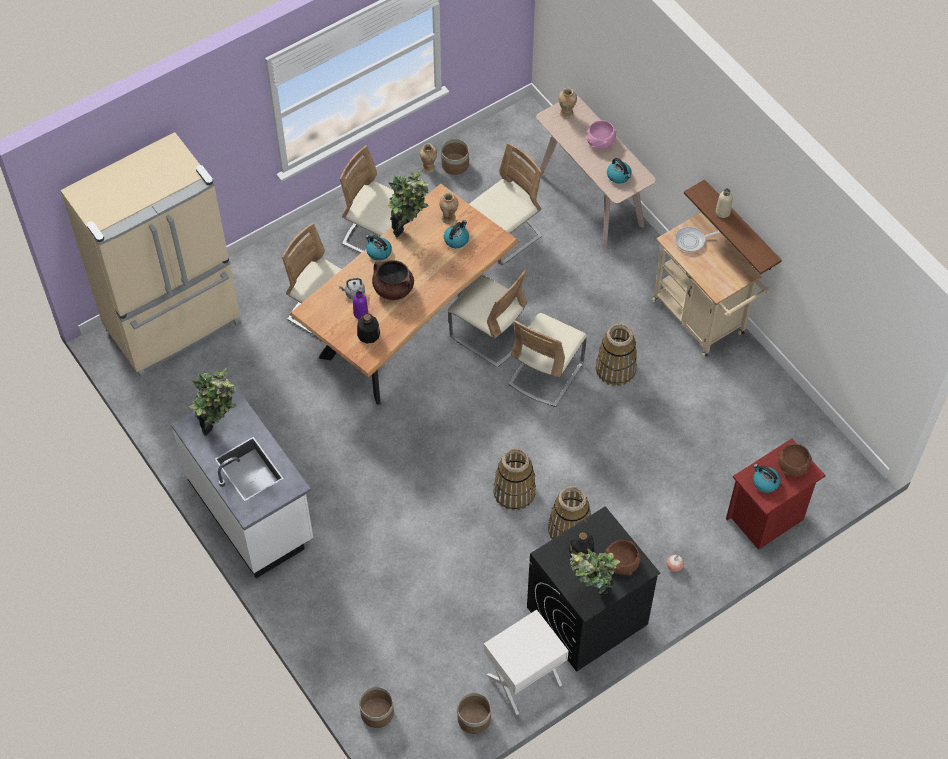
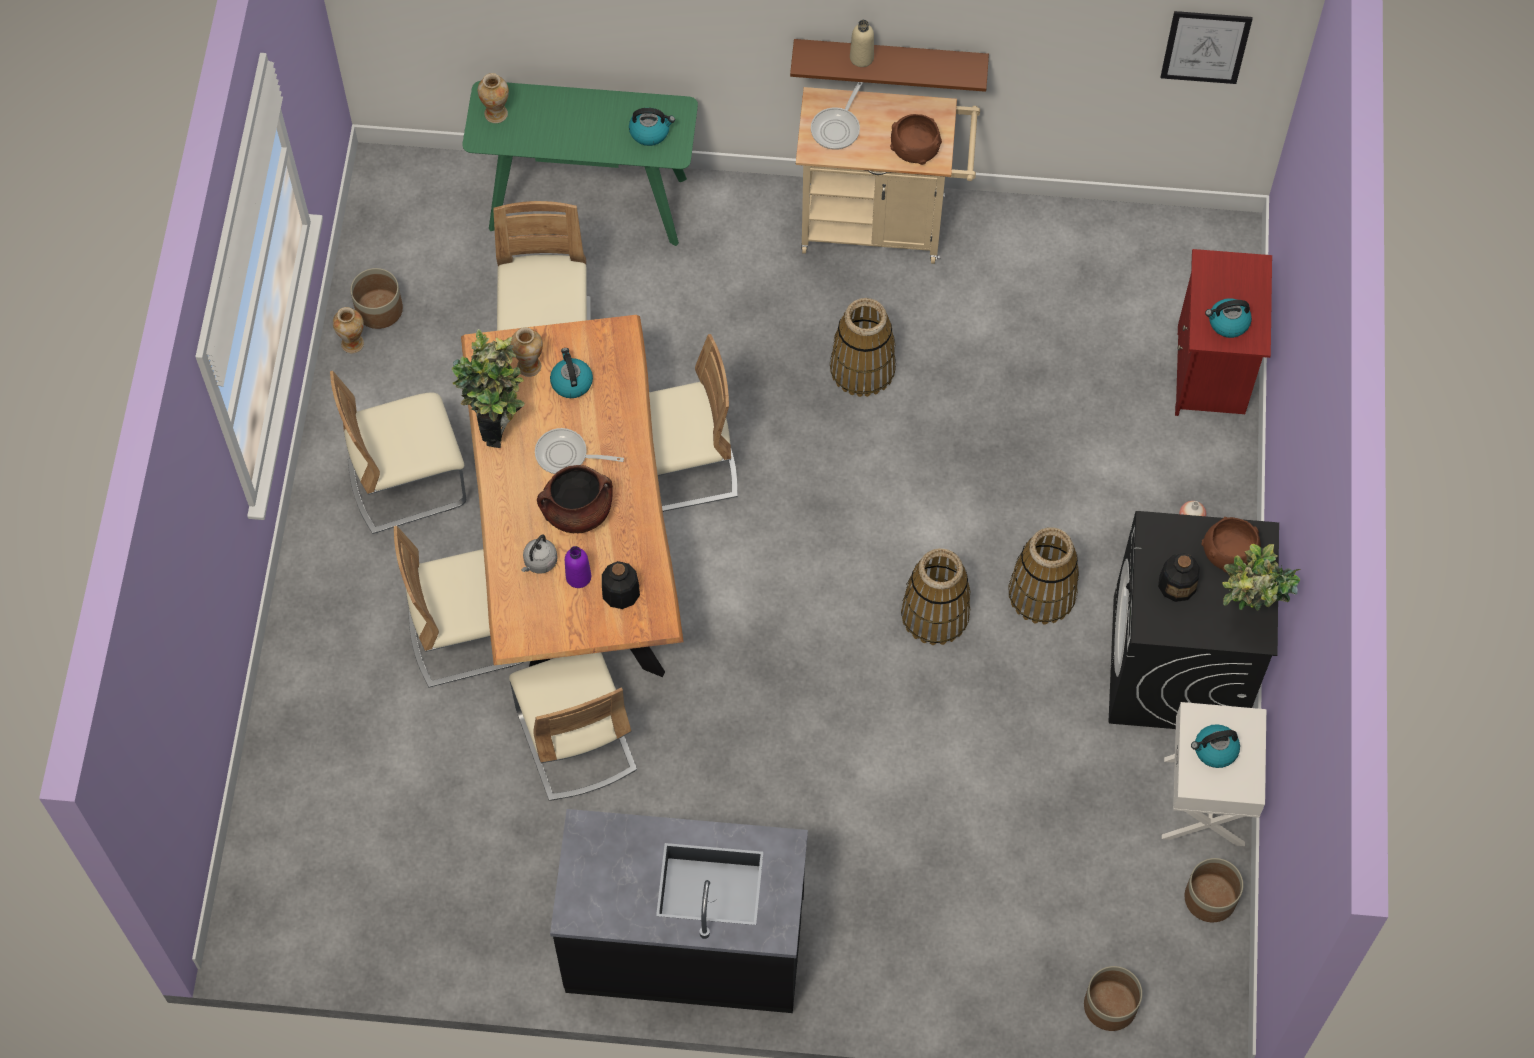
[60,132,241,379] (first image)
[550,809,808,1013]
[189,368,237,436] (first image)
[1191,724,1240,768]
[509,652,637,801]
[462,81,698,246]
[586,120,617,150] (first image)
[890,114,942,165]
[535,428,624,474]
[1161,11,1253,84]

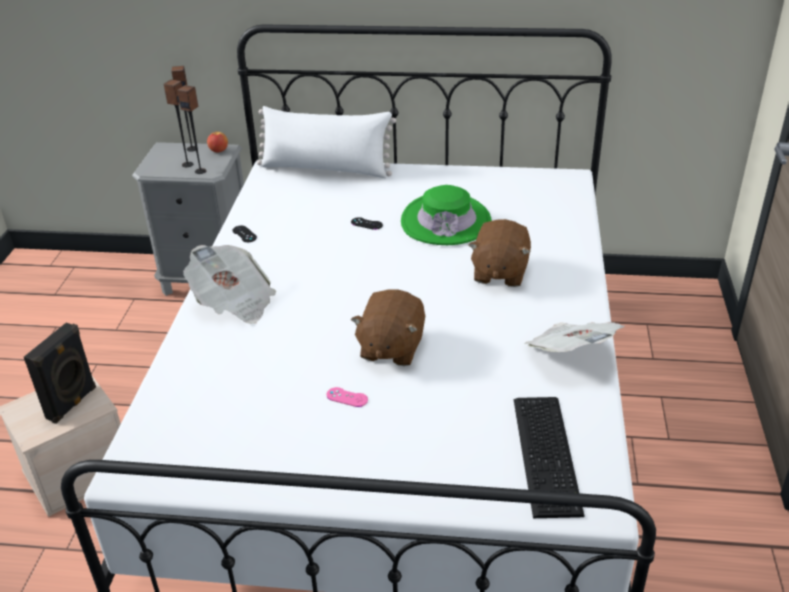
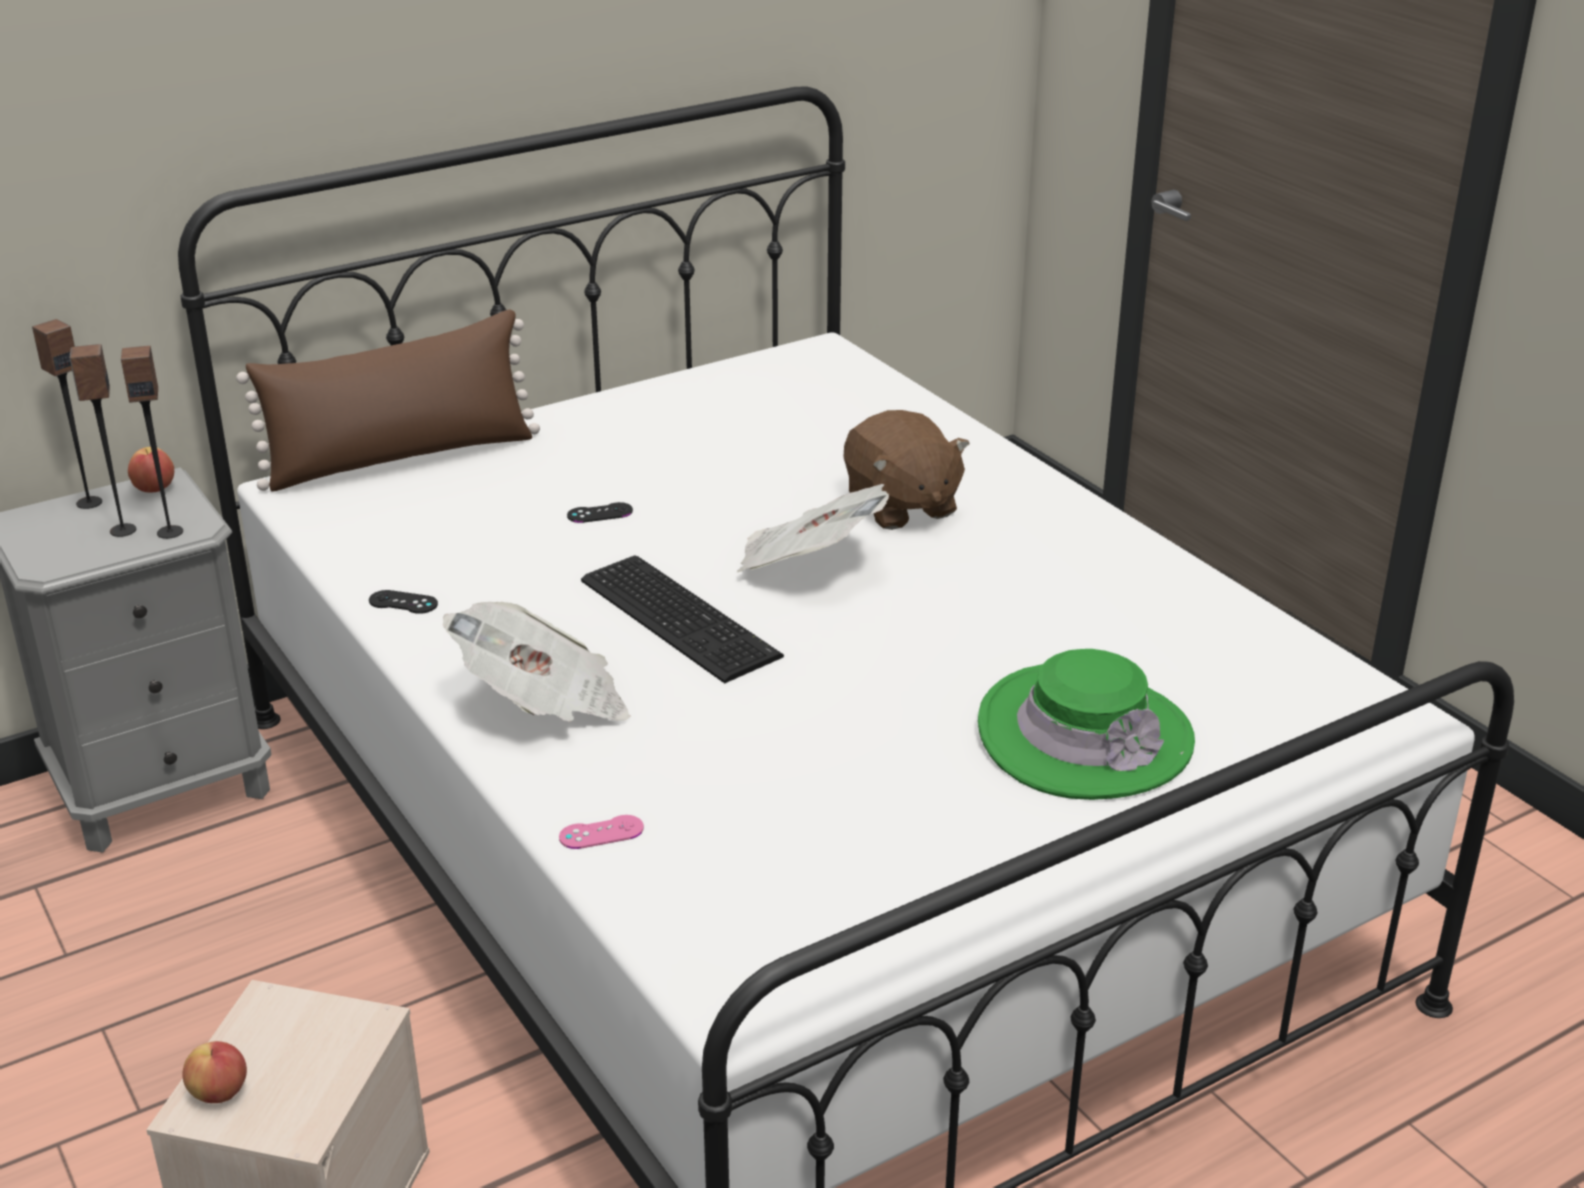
[24,323,96,424] (first image)
[236,310,540,492]
[559,815,644,849]
[351,289,425,366] (first image)
[978,649,1195,800]
[581,555,784,683]
[737,484,889,572]
[182,1041,247,1103]

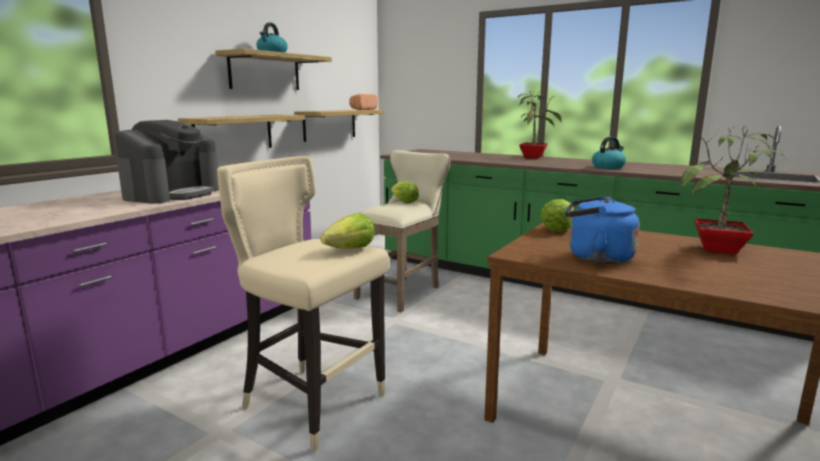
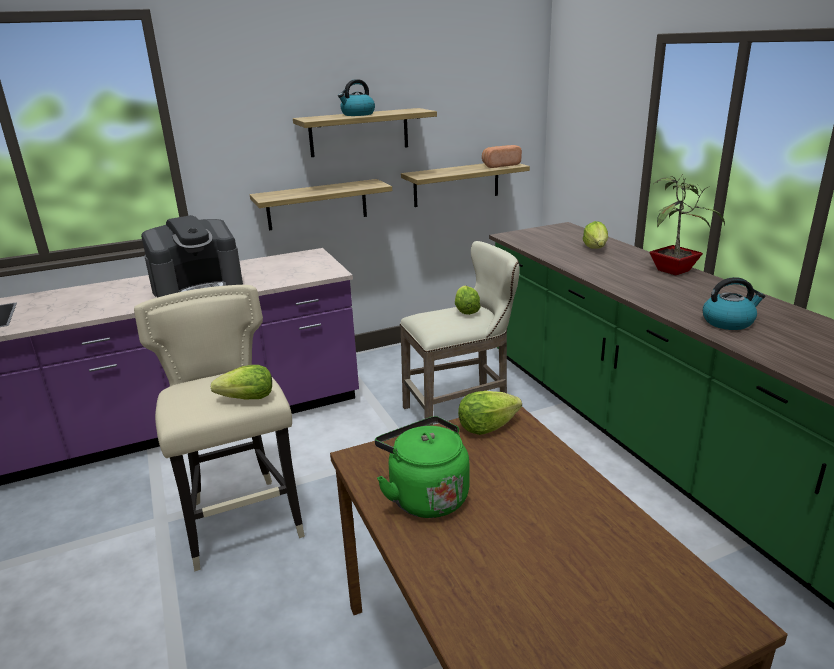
[375,416,469,518]
[680,127,786,254] (first image)
[583,221,608,249]

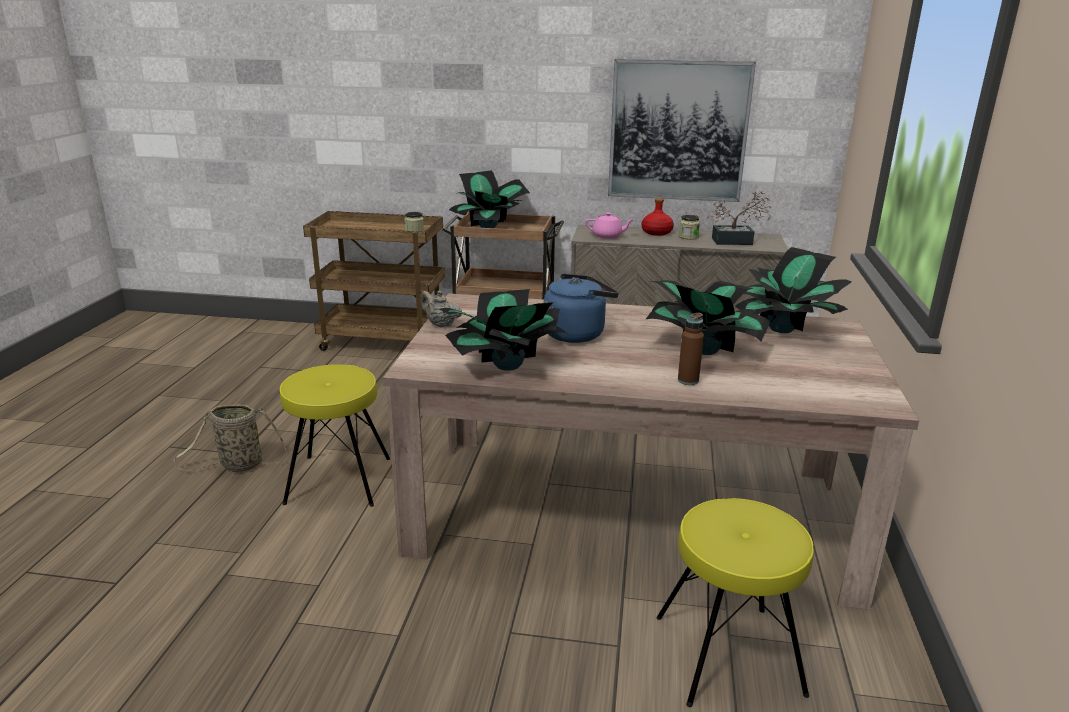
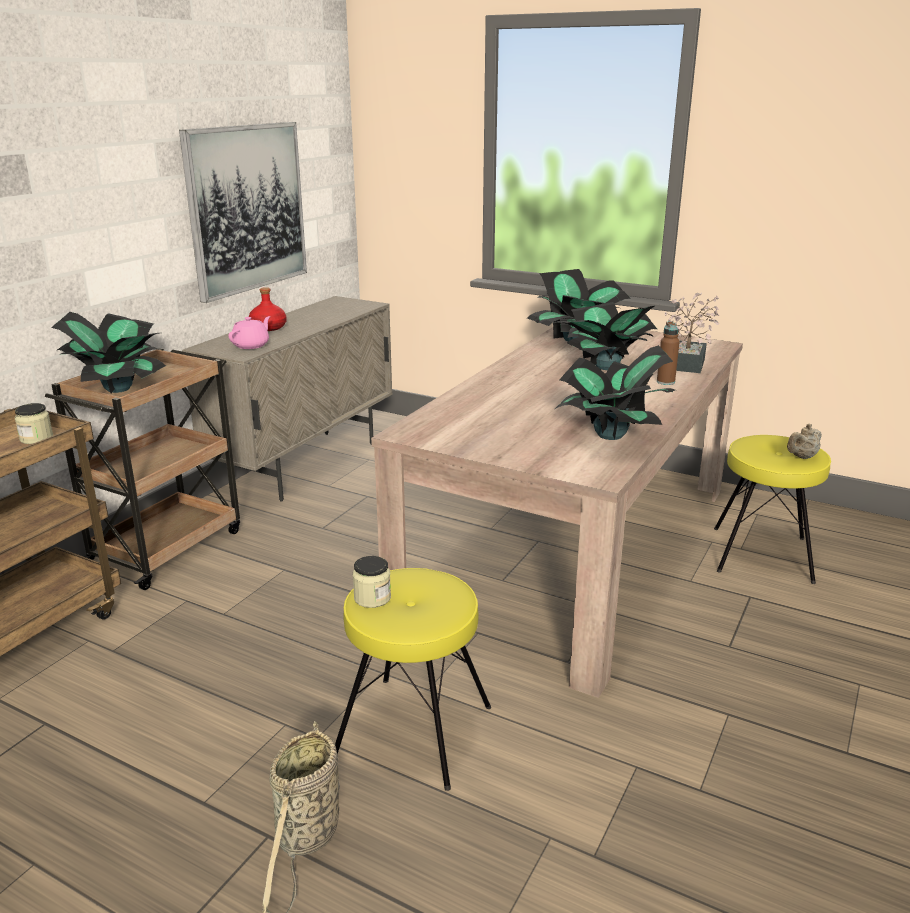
[787,424,822,459]
[544,274,619,343] (first image)
[353,556,391,608]
[664,292,719,373]

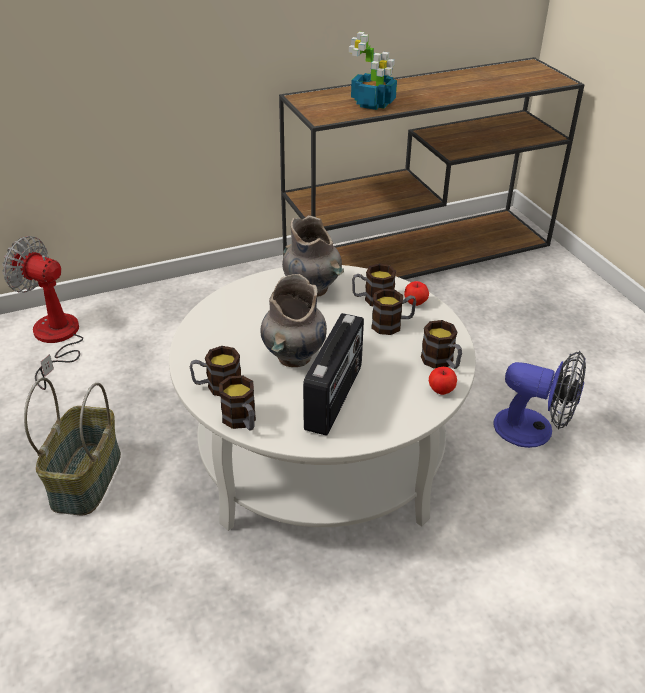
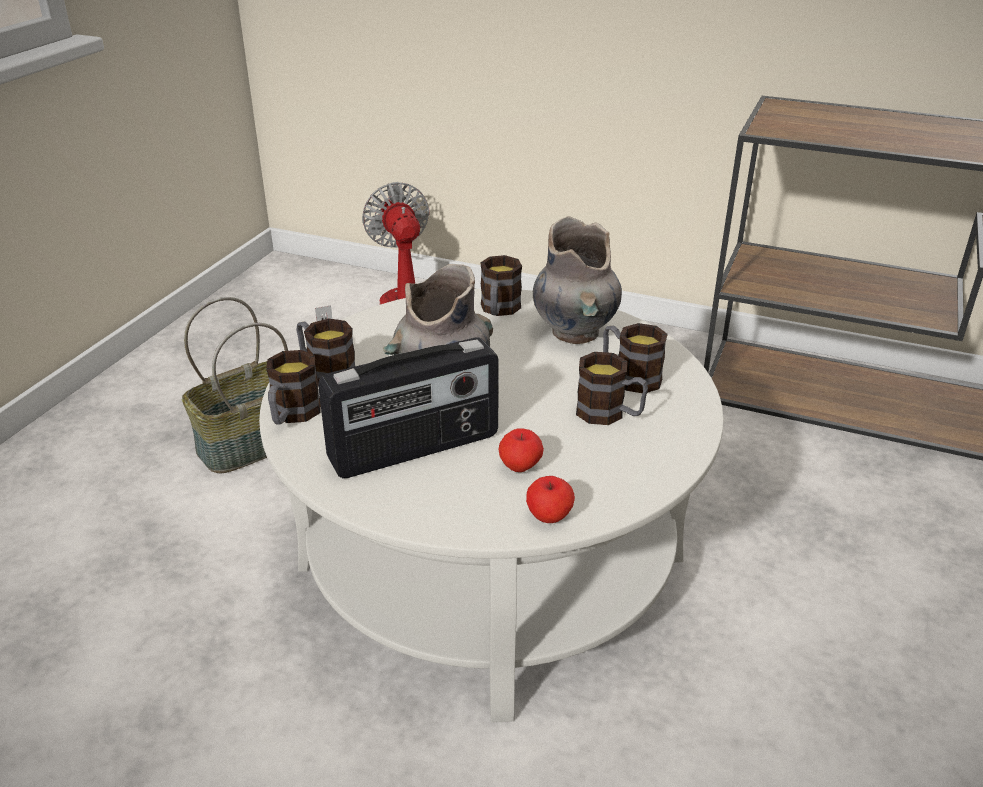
[349,32,397,110] (first image)
[498,428,544,472]
[480,255,522,316]
[494,351,586,448] (first image)

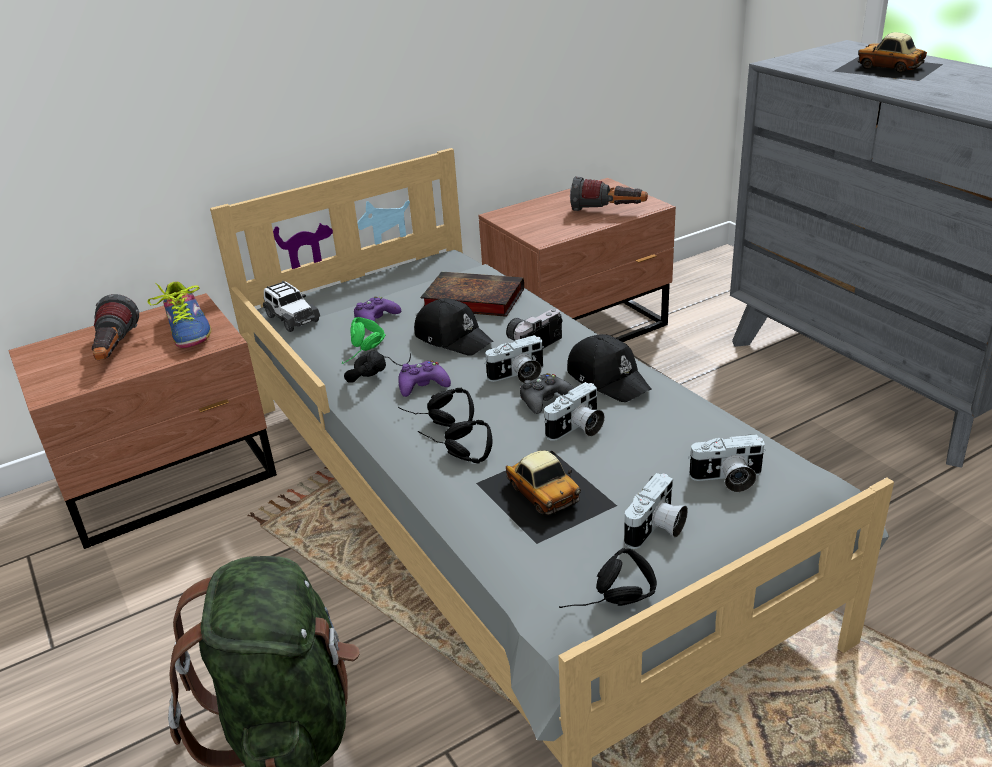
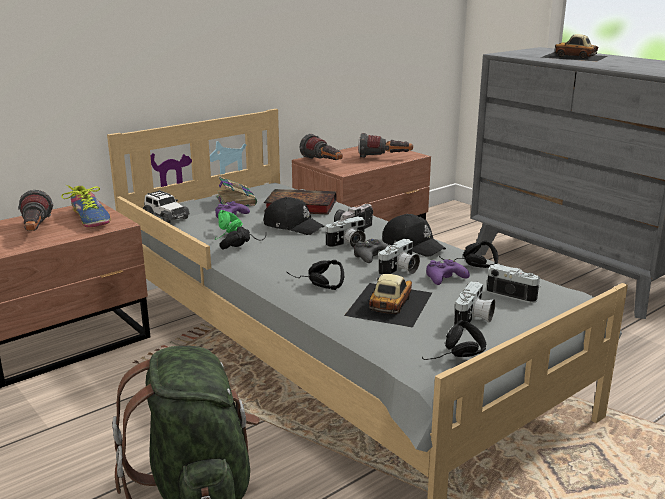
[426,259,470,285]
[439,241,498,268]
[344,274,432,328]
[487,264,541,303]
[216,176,257,206]
[300,134,343,160]

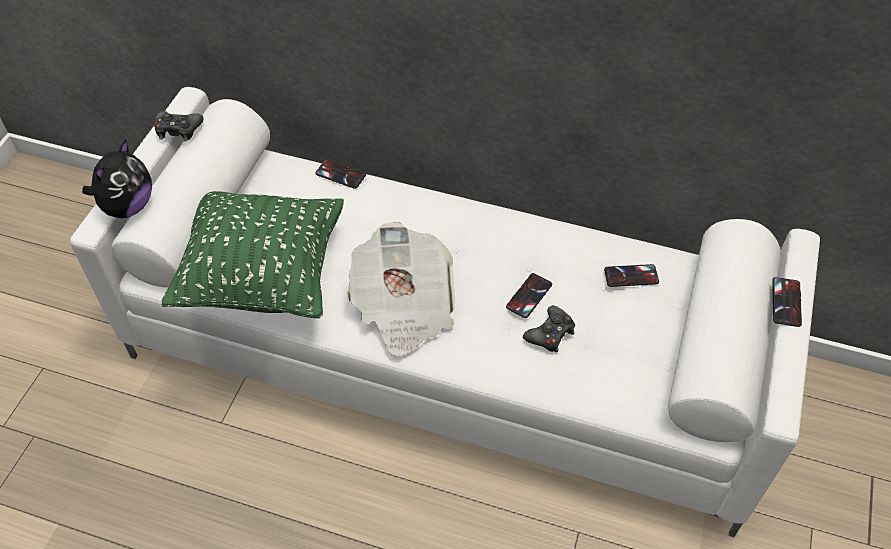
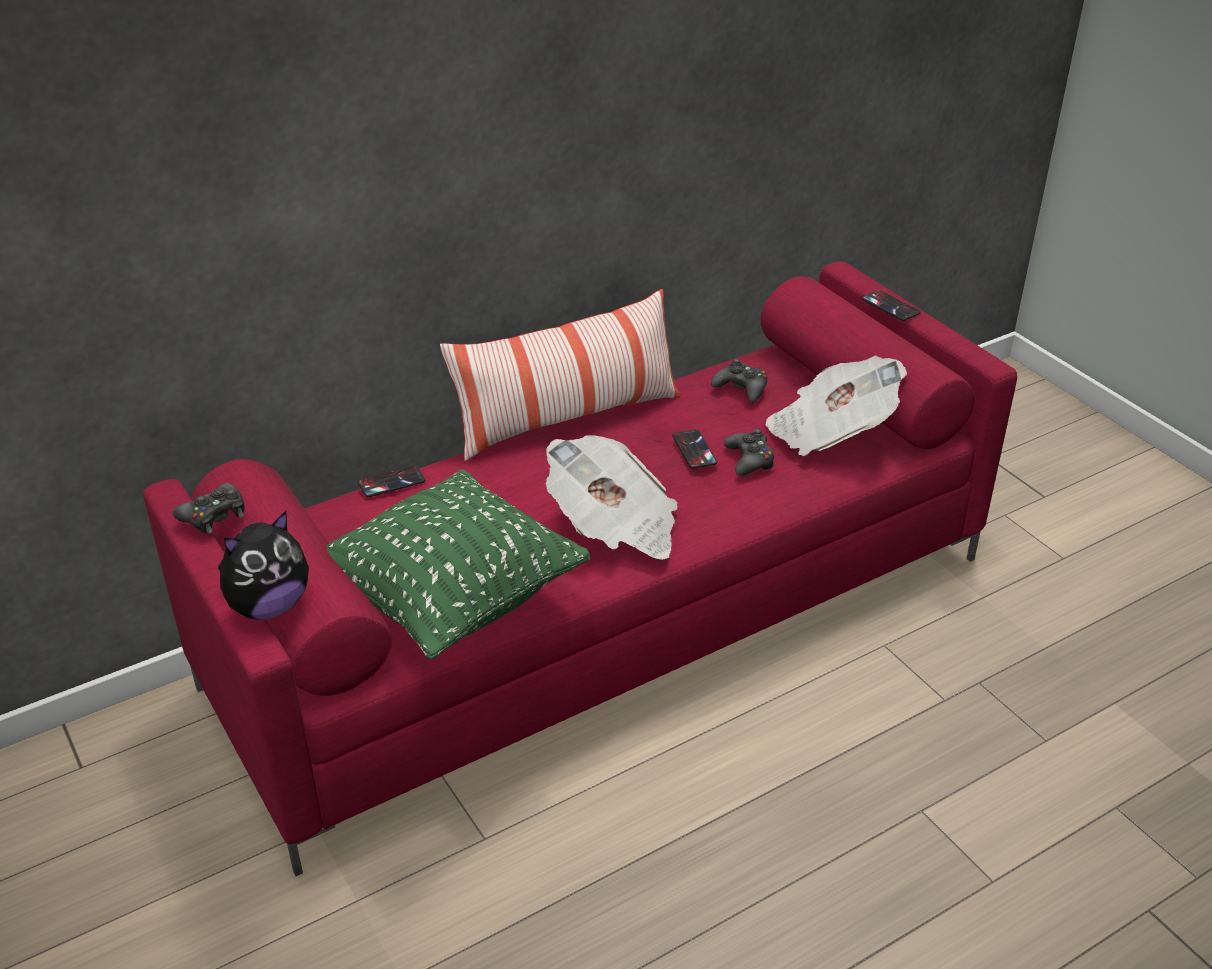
[143,261,1017,876]
[218,511,309,620]
[711,359,767,402]
[440,289,680,461]
[765,355,907,456]

